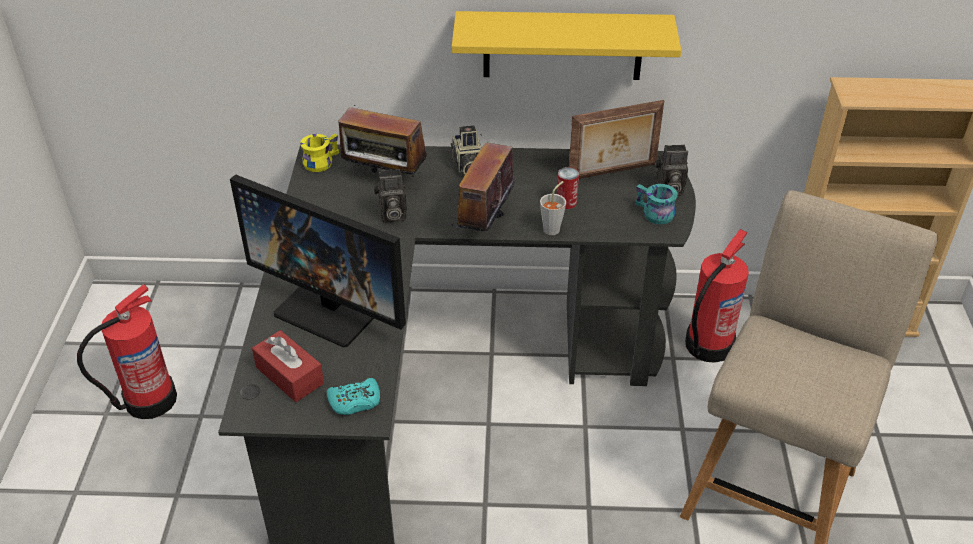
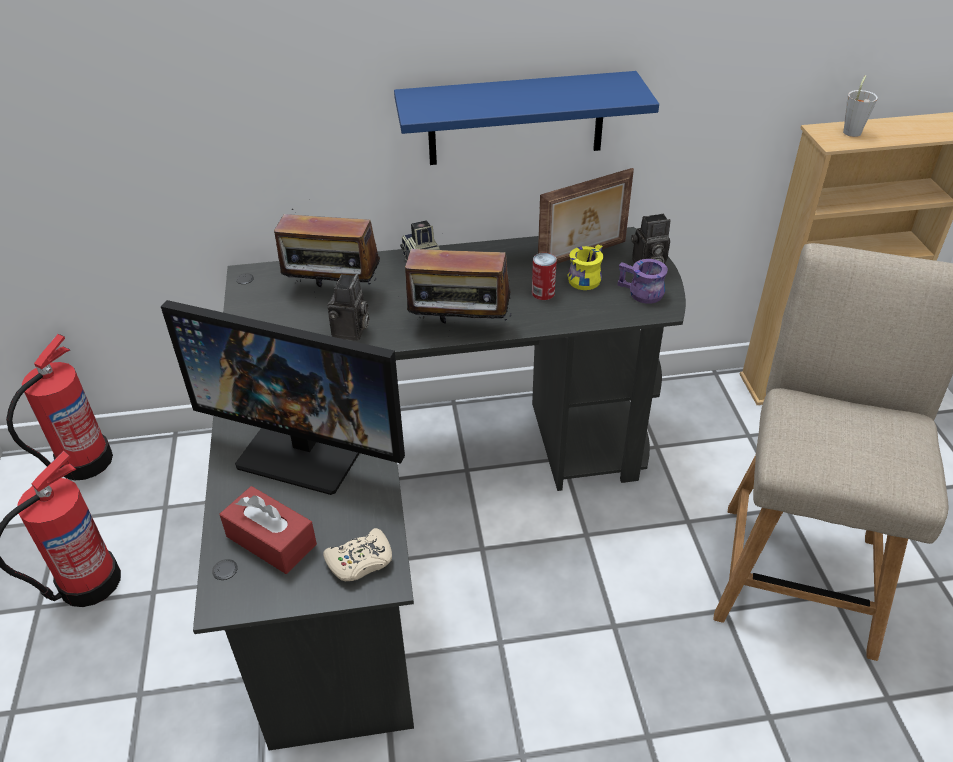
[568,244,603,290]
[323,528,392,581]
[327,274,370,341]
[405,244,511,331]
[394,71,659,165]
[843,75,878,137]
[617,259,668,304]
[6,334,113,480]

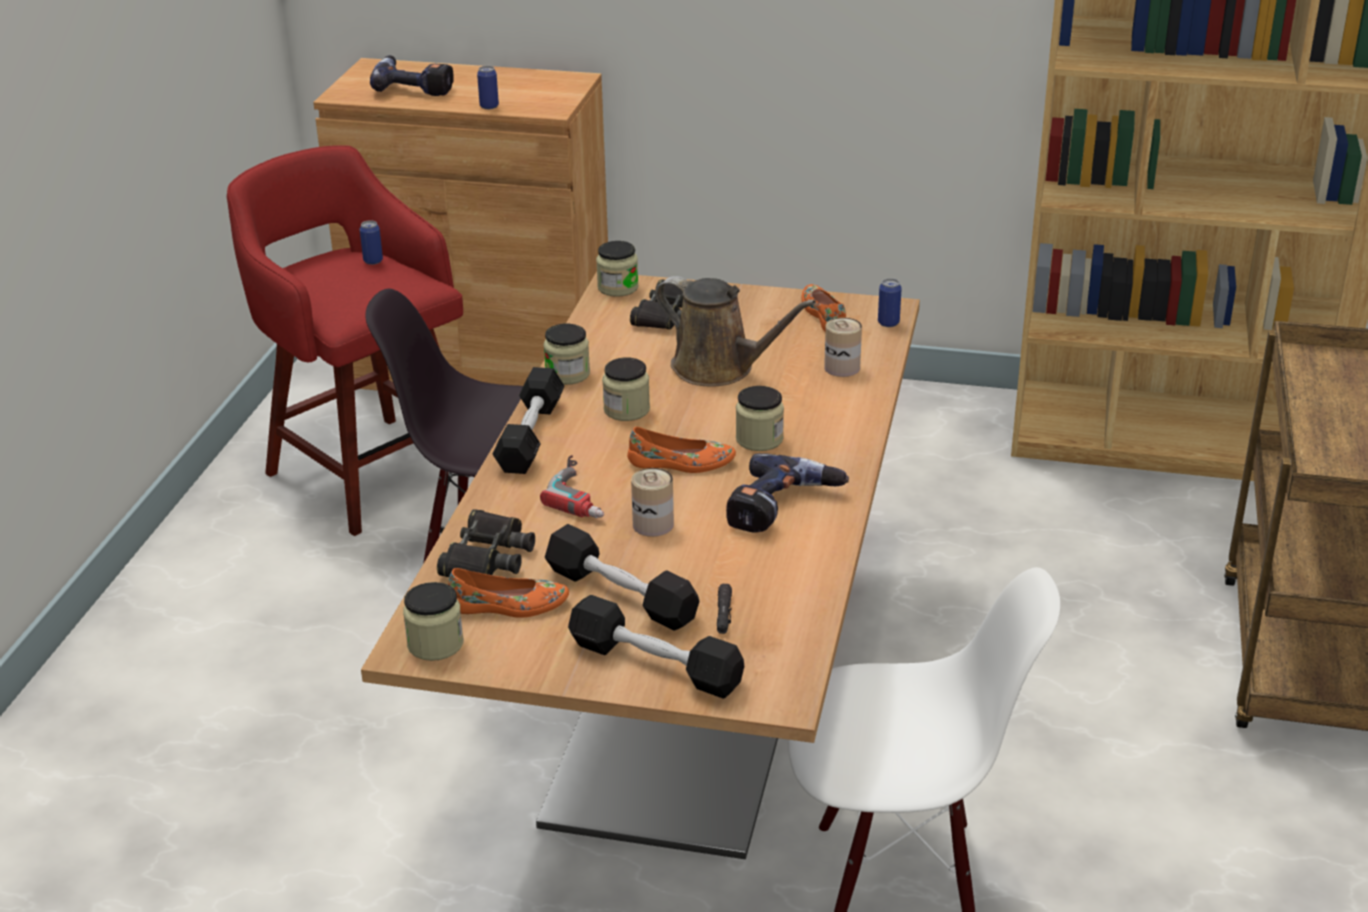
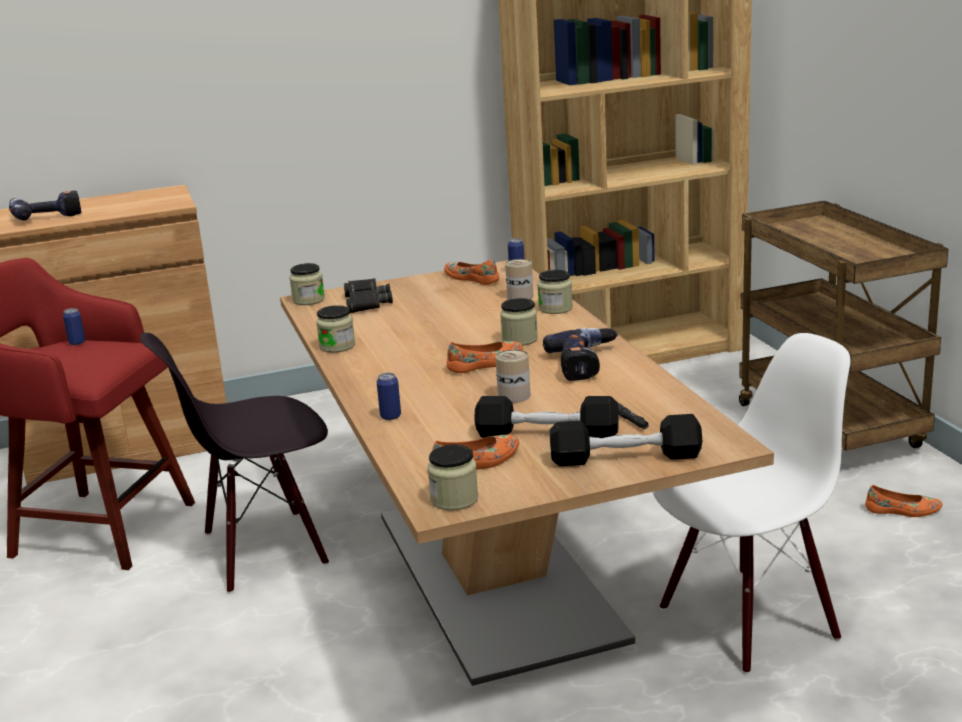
[437,509,535,577] (first image)
[377,372,401,420]
[493,367,564,474] (first image)
[540,455,604,518] (first image)
[537,270,573,314]
[655,276,816,387] (first image)
[865,485,942,517]

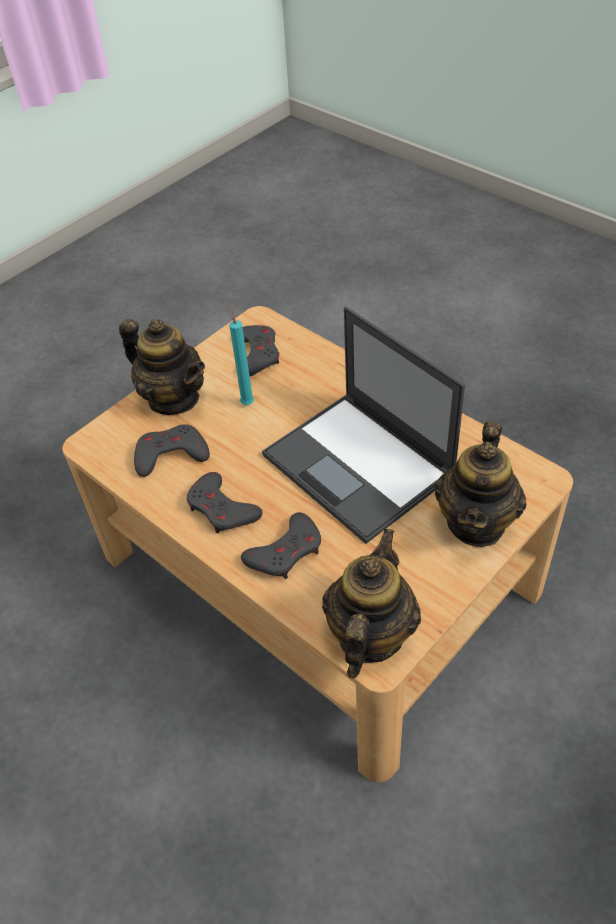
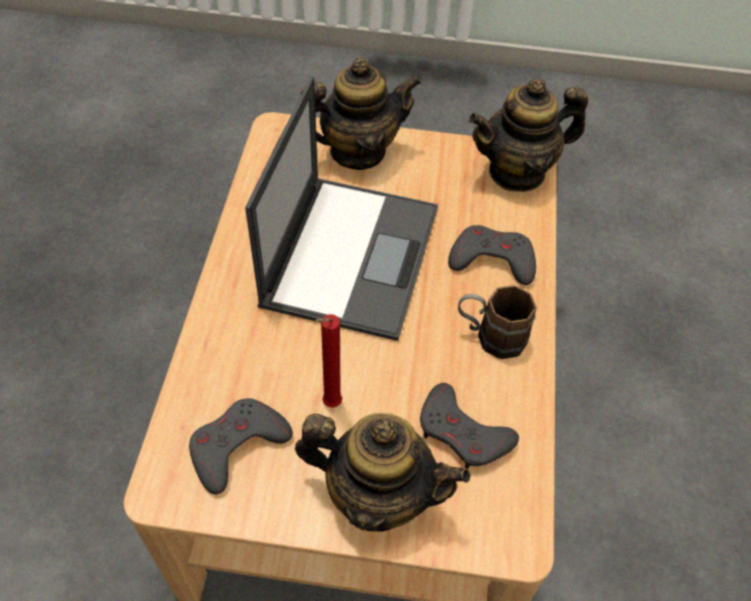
[295,413,471,532]
[458,285,536,359]
[315,314,342,408]

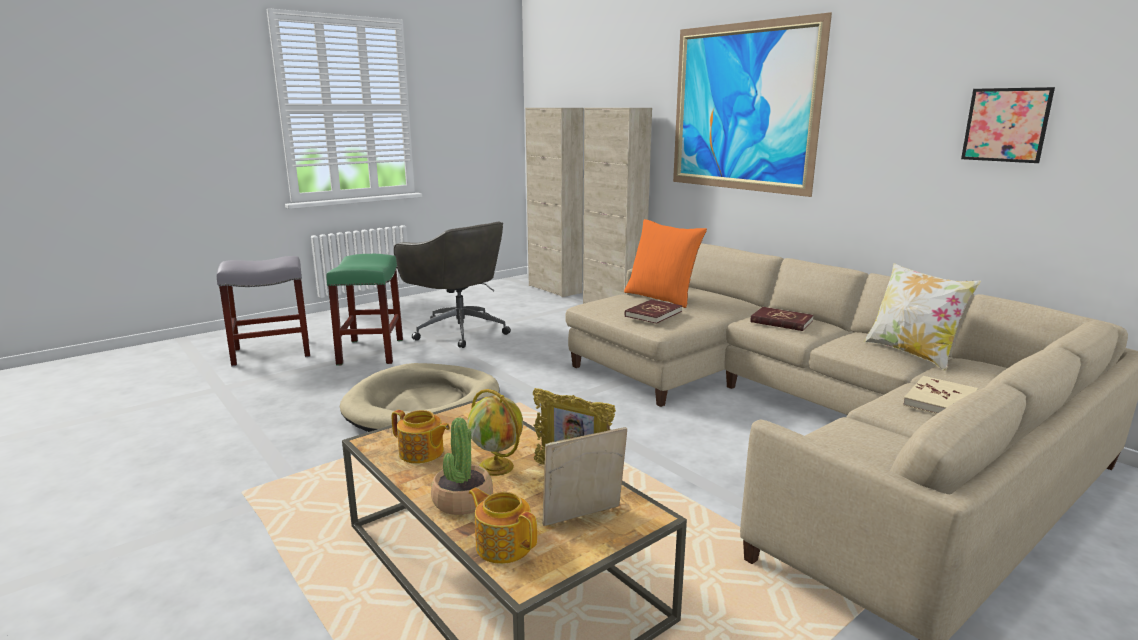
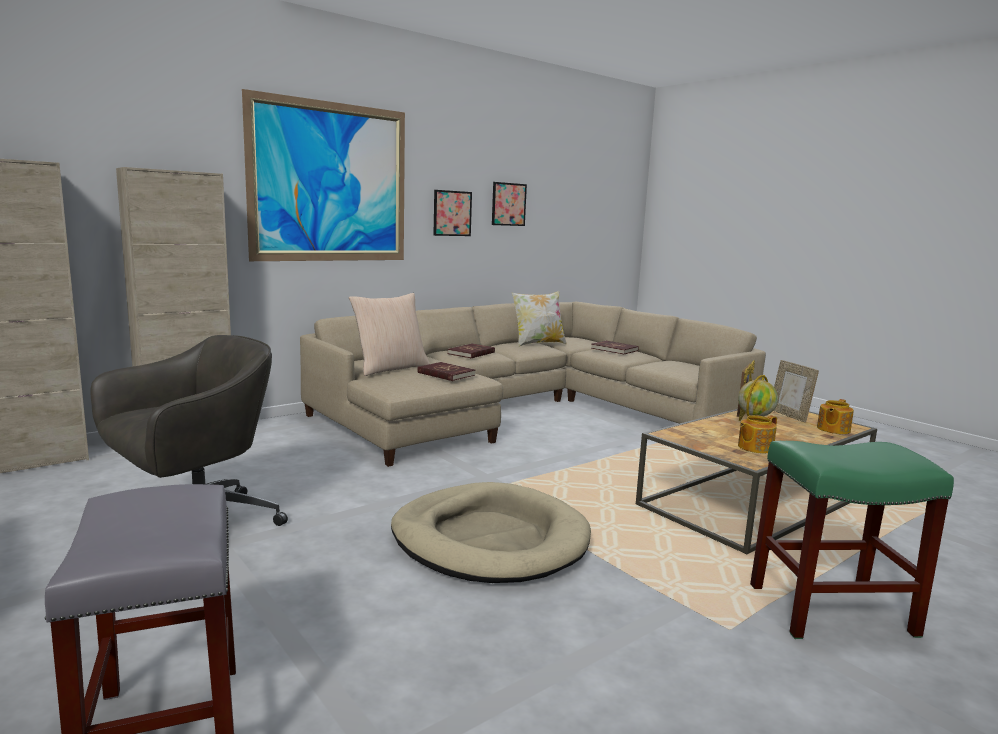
[750,441,954,639]
[738,415,777,454]
[431,417,493,515] (first image)
[349,293,430,376]
[591,341,639,354]
[433,190,472,236]

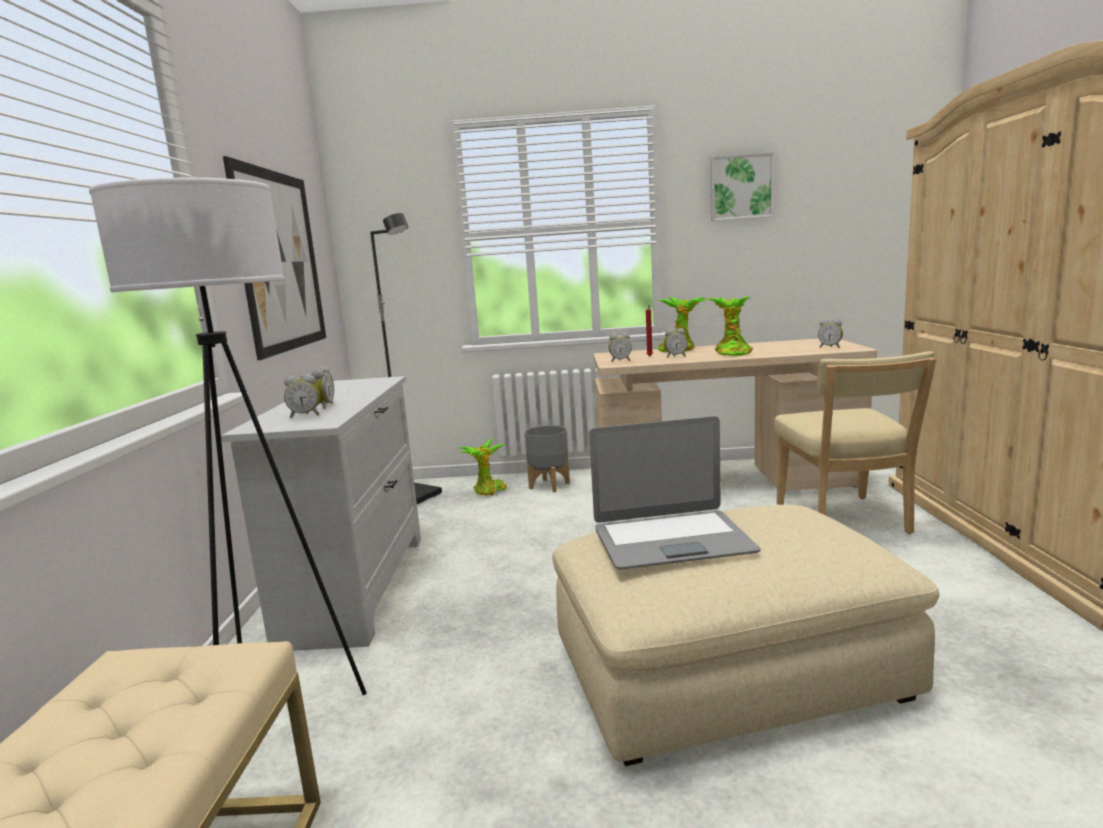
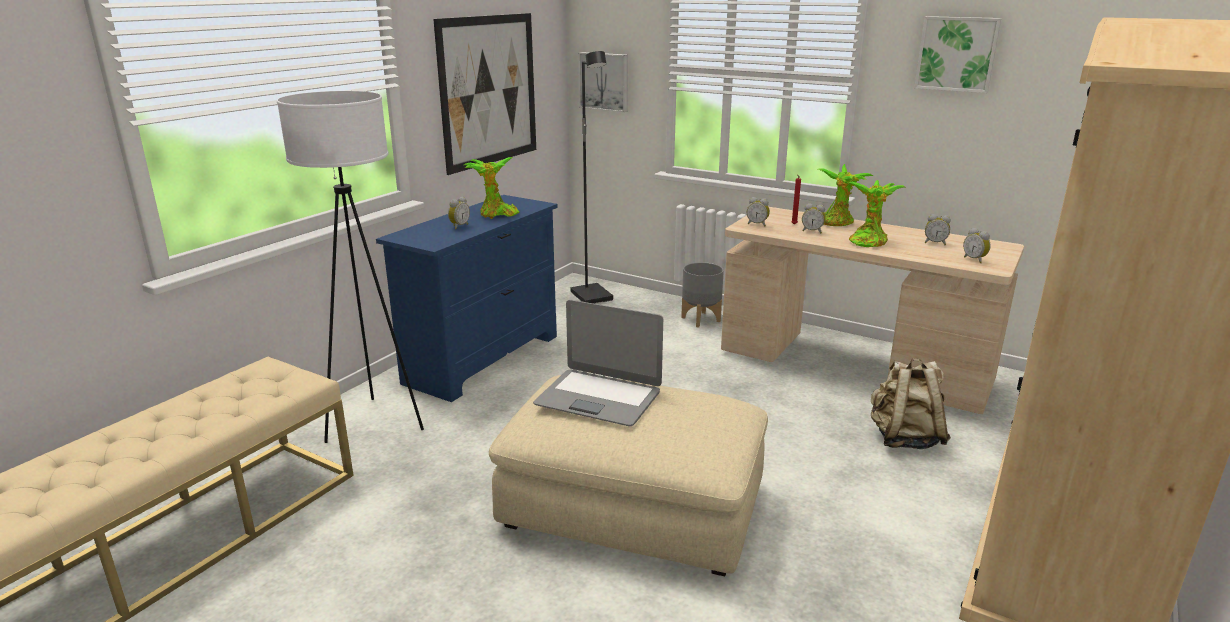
[376,195,557,402]
[924,214,951,245]
[464,157,520,219]
[871,358,951,449]
[578,52,628,112]

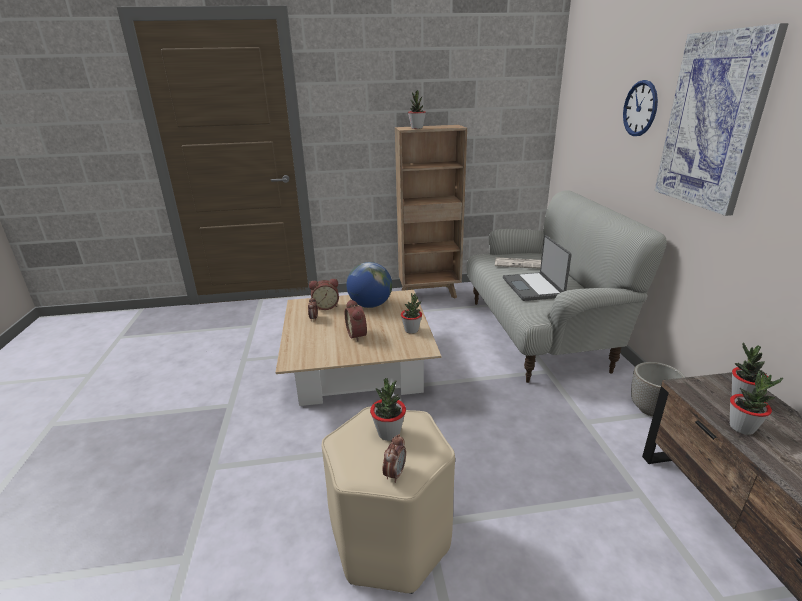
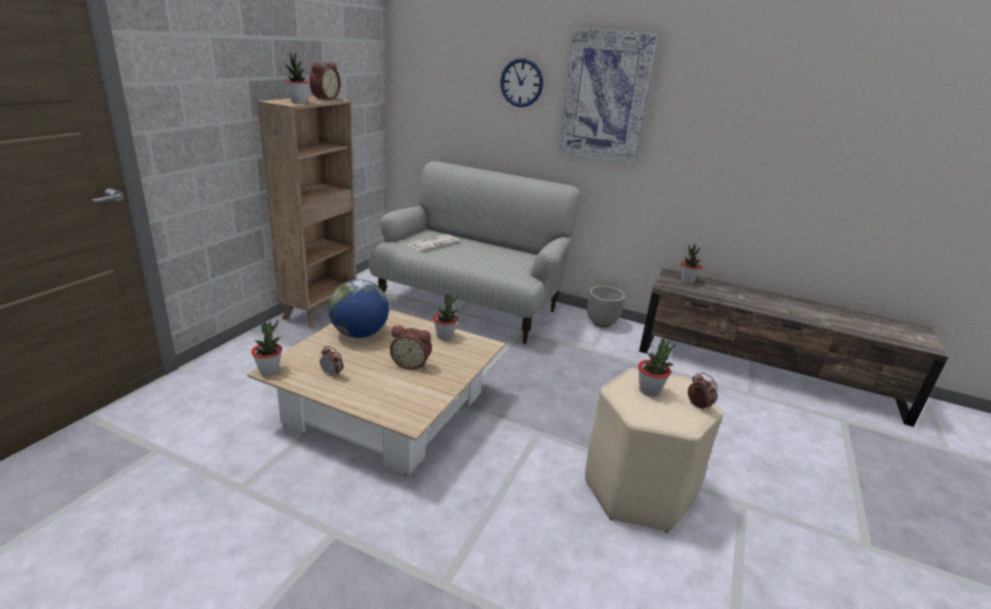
[309,62,341,100]
[503,235,572,301] (first image)
[251,320,282,375]

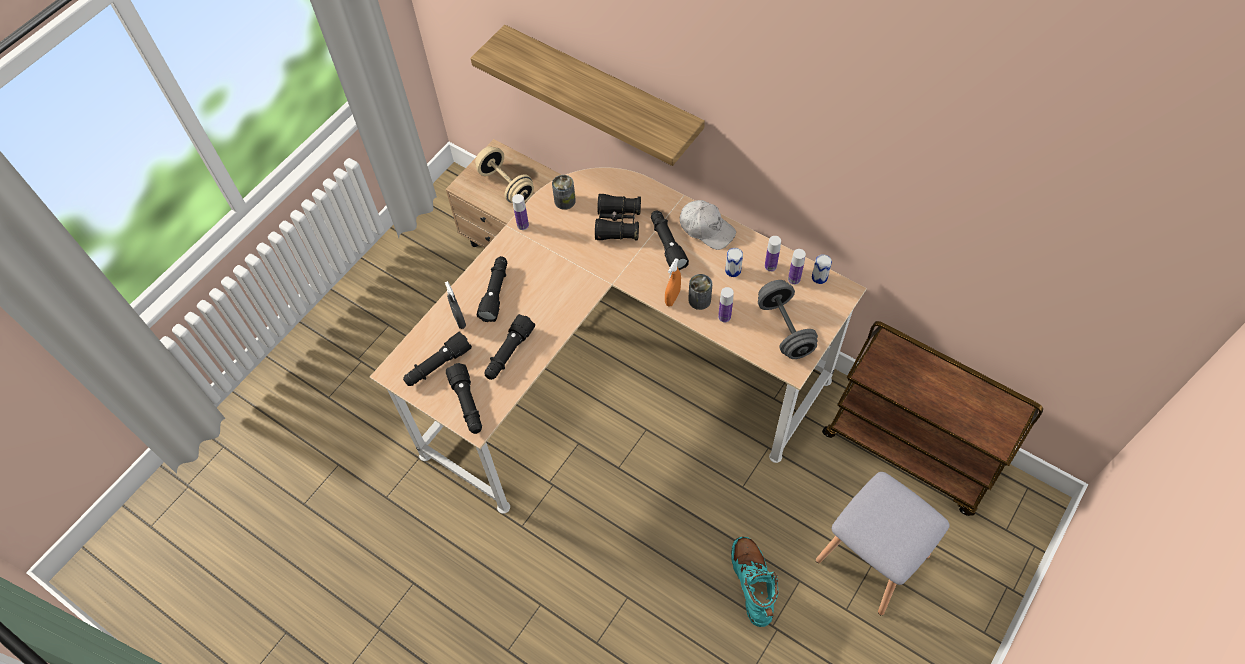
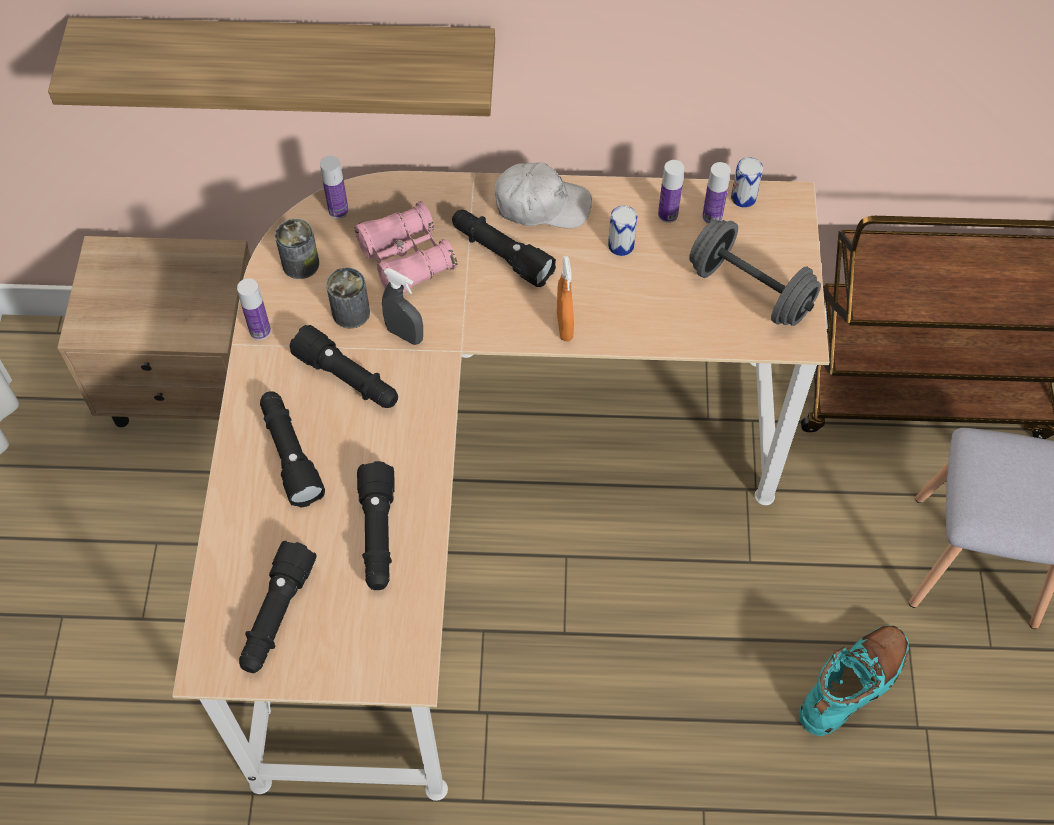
[382,268,423,345]
[289,325,398,408]
[475,147,534,203] (first image)
[355,201,458,293]
[326,267,370,329]
[320,156,349,219]
[799,625,909,736]

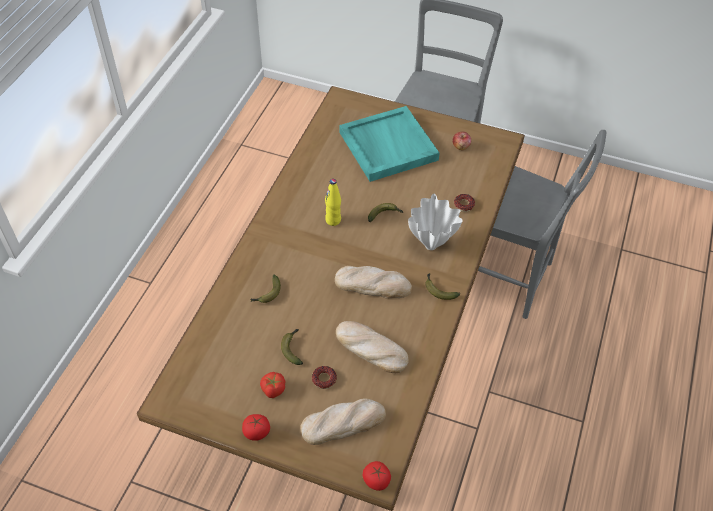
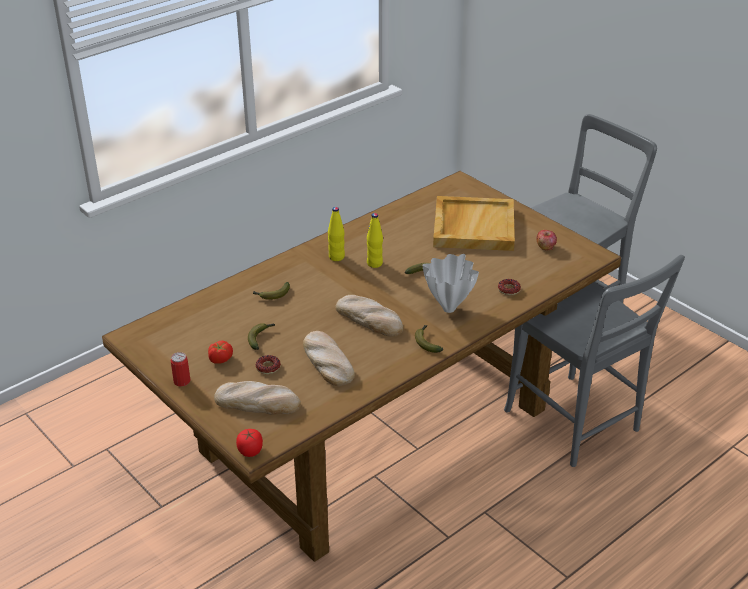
[171,352,191,387]
[433,196,515,251]
[328,207,345,261]

